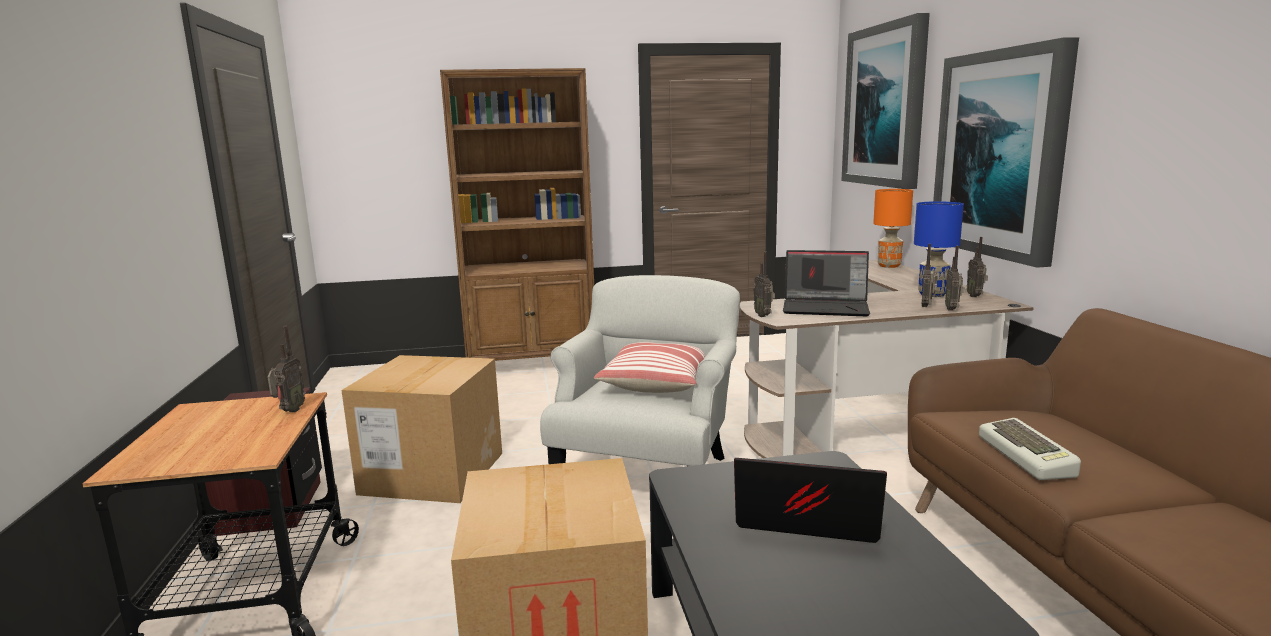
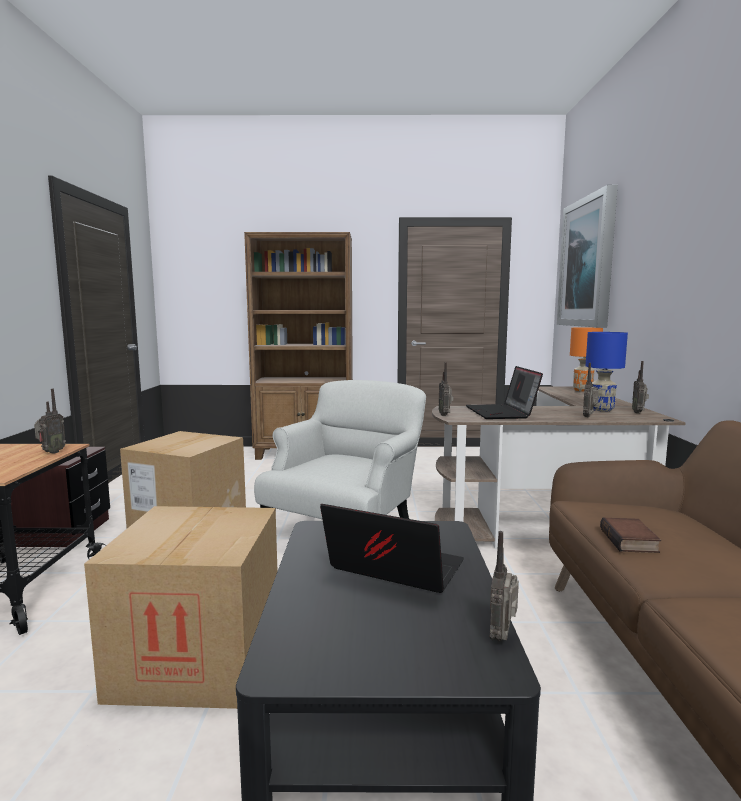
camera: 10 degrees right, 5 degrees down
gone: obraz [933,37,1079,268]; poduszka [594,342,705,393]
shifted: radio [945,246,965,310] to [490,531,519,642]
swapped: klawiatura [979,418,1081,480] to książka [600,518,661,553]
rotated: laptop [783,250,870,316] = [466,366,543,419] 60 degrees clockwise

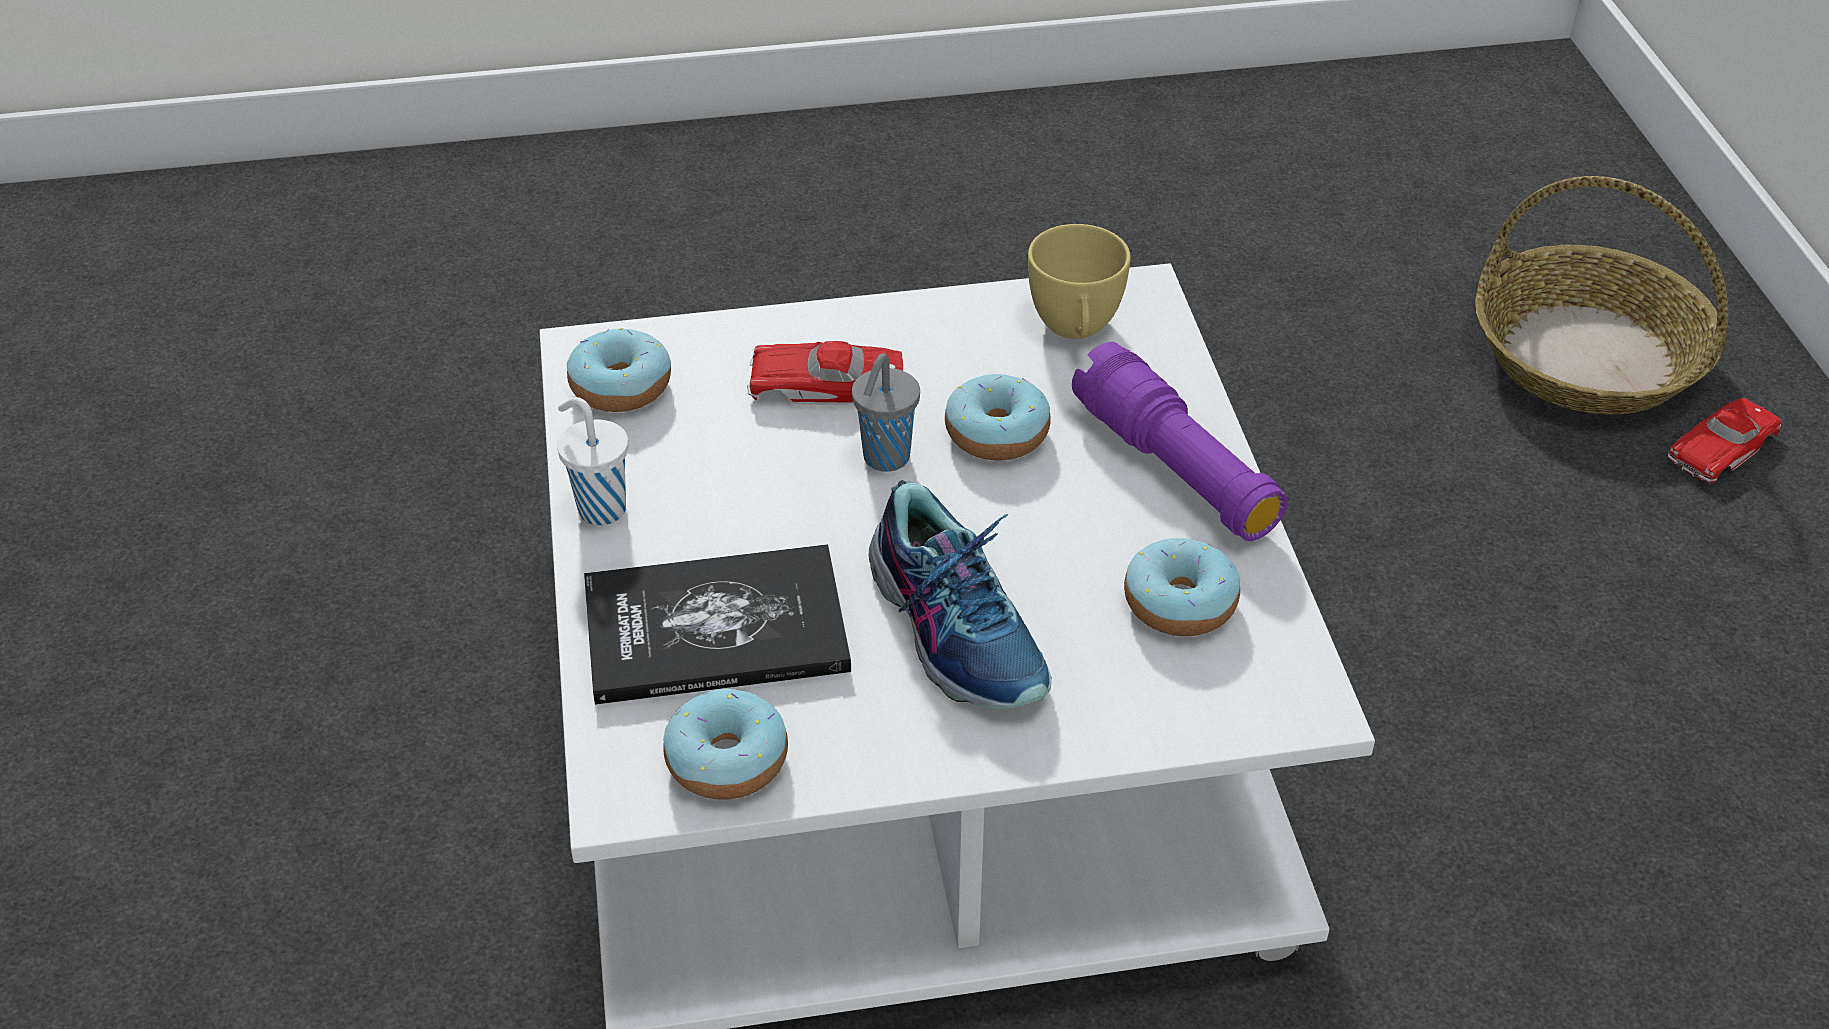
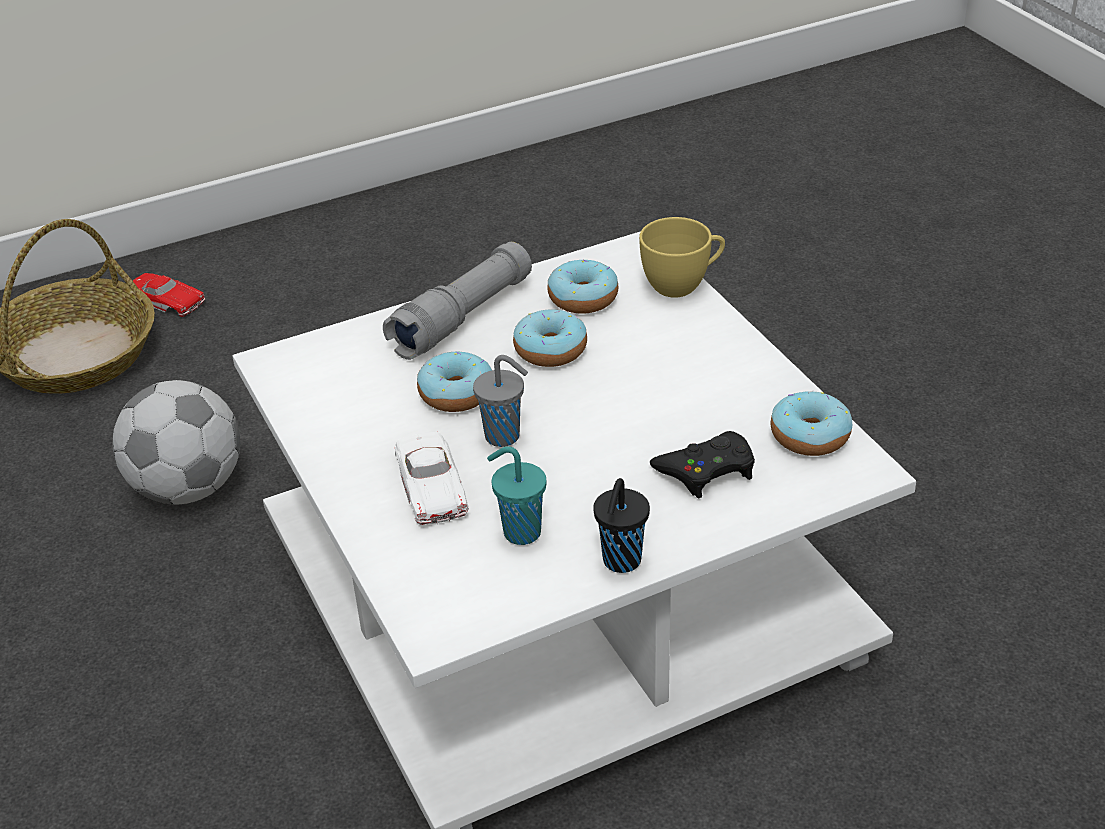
camera: 105 degrees left, 5 degrees down
gone: but [868,480,1052,709]
new: piłka futbolowa [112,380,240,505]; filiżanka [turkusowy] [487,446,546,545]
shifted: filiżanka [żółty] [1028,224,1131,339] to [639,217,725,298]; donut [567,328,671,412] to [513,309,587,367]
swapped: książka [584,544,851,705] to pad do gier [czarny] [650,431,755,498]
repainted: samochodzik [czerwony] [747,341,903,405] to samochodzik [biały] [395,432,469,525]; latarka [fioletowy] [1072,342,1288,541] to latarka [szary] [383,242,532,360]; filiżanka [biały] [557,397,629,525] to filiżanka [czarny] [593,478,650,573]

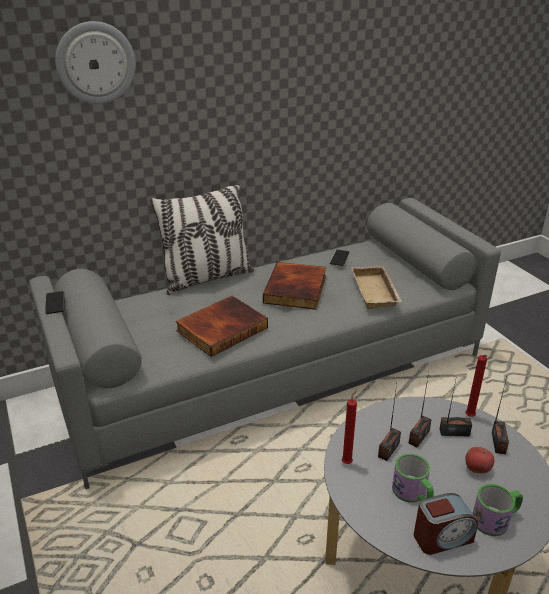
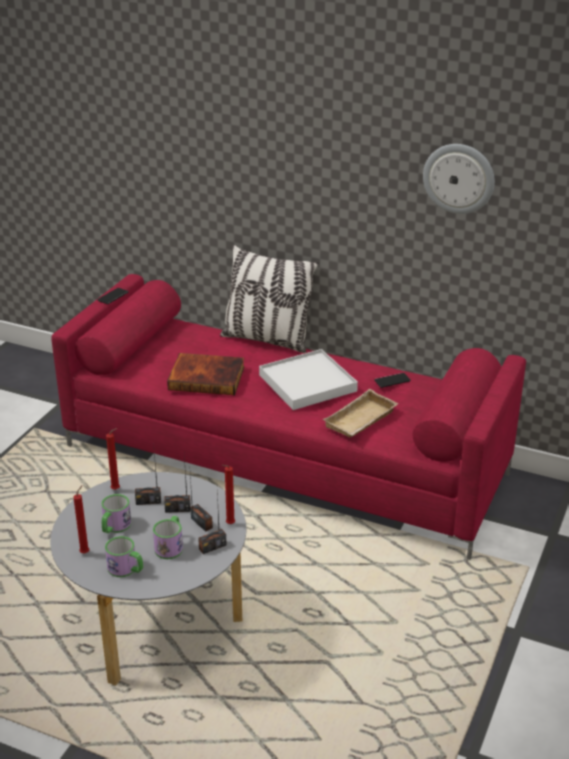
camera: 50 degrees right, 0 degrees up
shifted: zegar ścienny [55,21,136,104] to [423,144,495,214]
swapped: książka [263,262,326,310] to taca [biały] [259,349,358,410]; jabłko [465,447,494,473] to kubek [153,516,183,559]; budzik [414,493,478,555] to świeca [czerwony] [73,485,89,553]
repainted: kanapa [szary] [29,198,501,489] to kanapa [czerwony] [51,274,526,560]

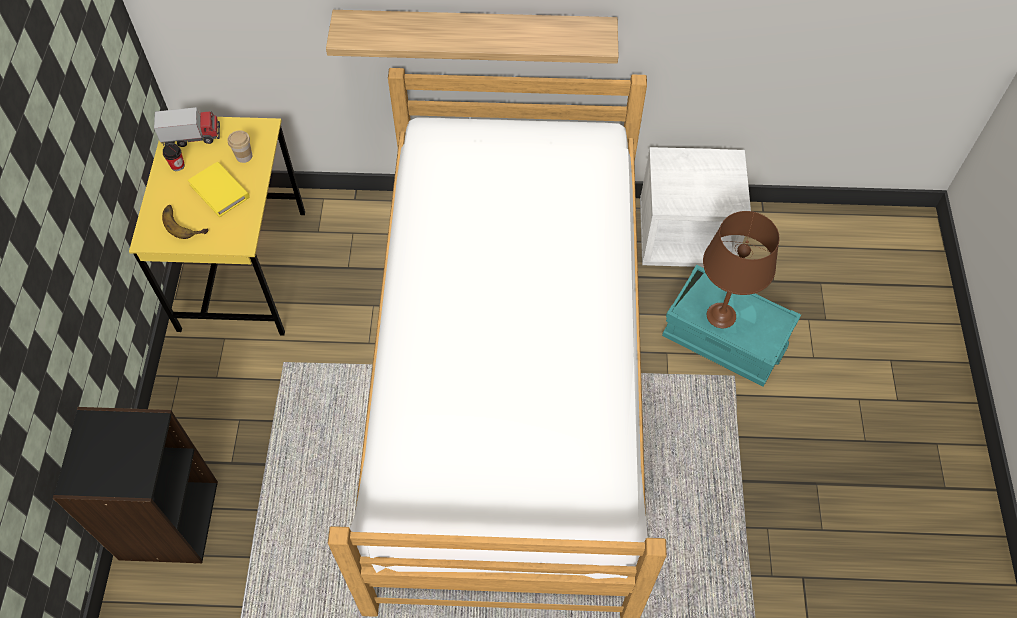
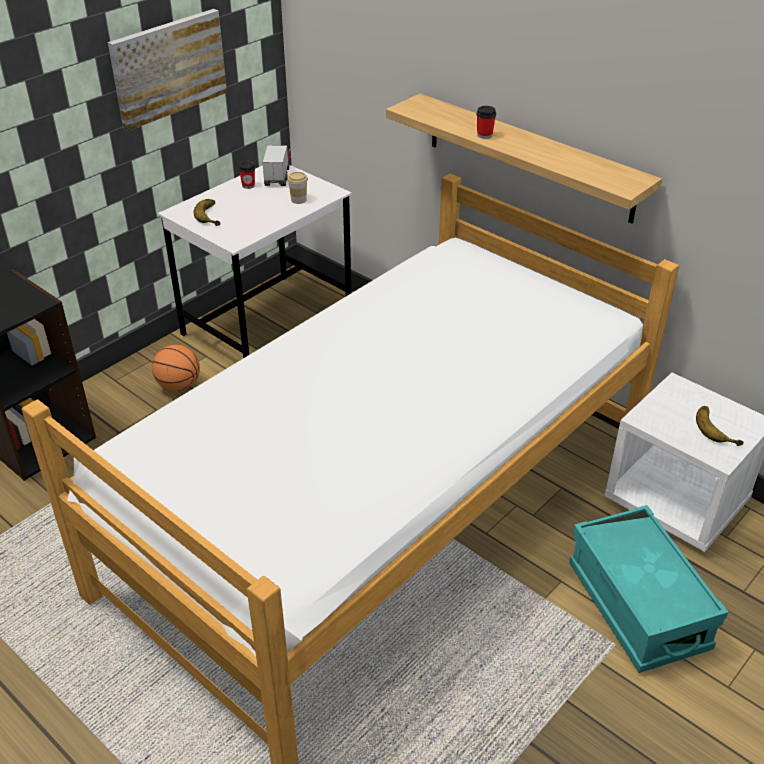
camera: 40 degrees right, 20 degrees down
gone: książka [żółty] [188,162,250,217]; lampa stołowa [brązowy] [703,211,779,328]
new: obraz [108,9,227,131]; filiżanka [476,106,496,139]; piłka do koszykówki [152,345,200,391]; banan [696,406,744,446]
repainted: biurko [żółty] [129,117,305,335] to biurko [biały] [158,165,352,358]
rotated: ciężarówka zabawkowa [154,107,220,147] = [263,145,290,186] 120 degrees counterclockwise

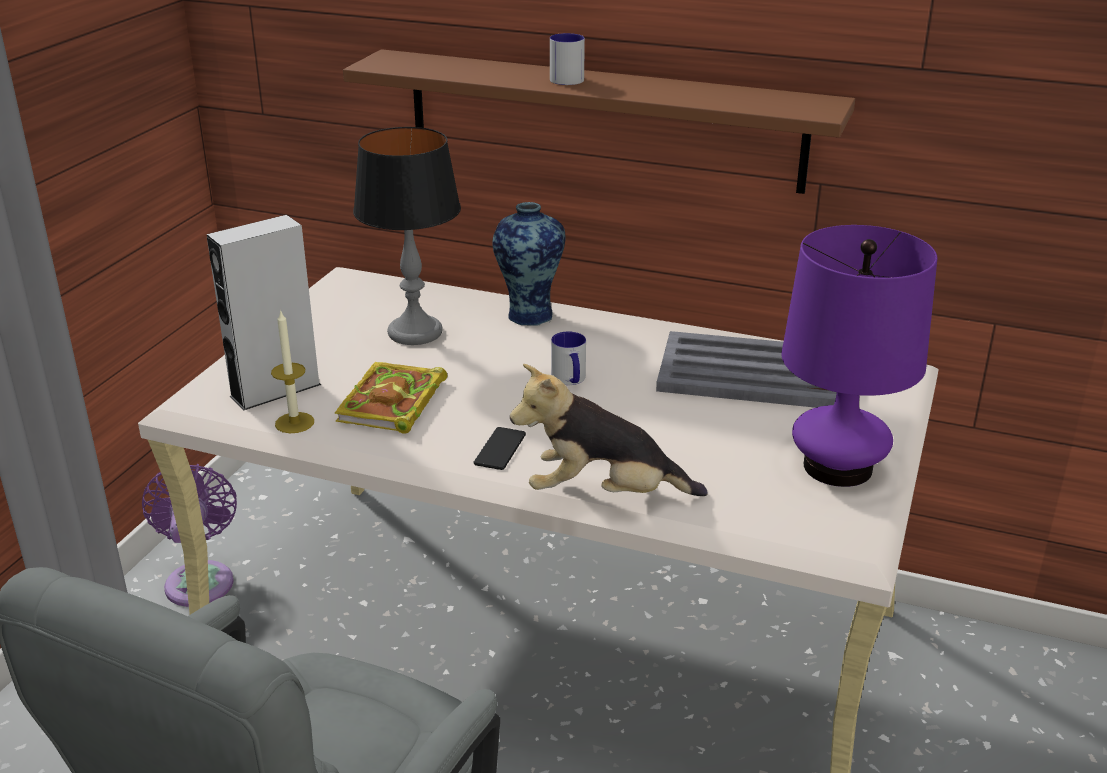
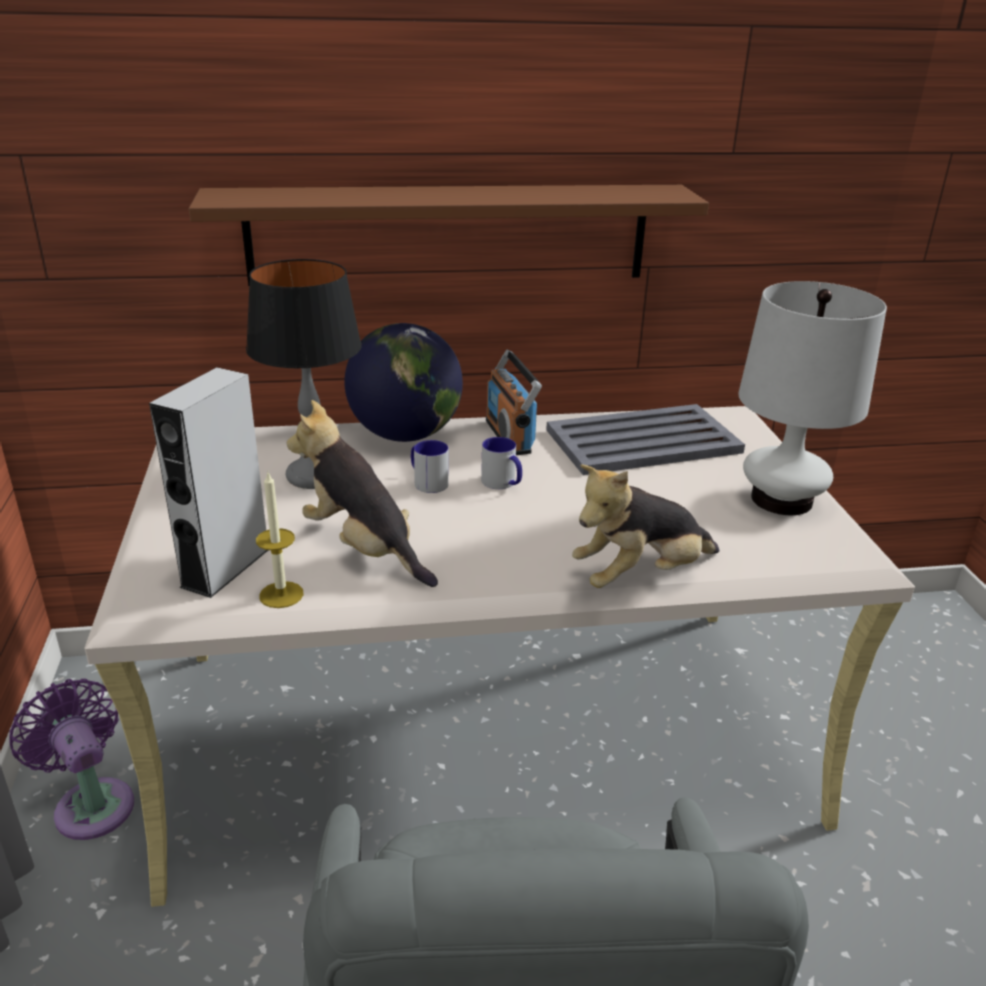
camera: 30 degrees left, 0 degrees up
gone: telefon [474,427,526,470]
new: radio [486,350,542,455]
shifted: kubek [550,33,585,85] to [411,440,449,493]
swapped: wazon [492,202,566,325] to globus [344,323,463,442]; książka [335,362,447,434] to pluszak [287,400,438,587]
repainted: lampa stołowa [fioletowy] [782,225,937,487] to lampa stołowa [biały] [739,281,887,515]

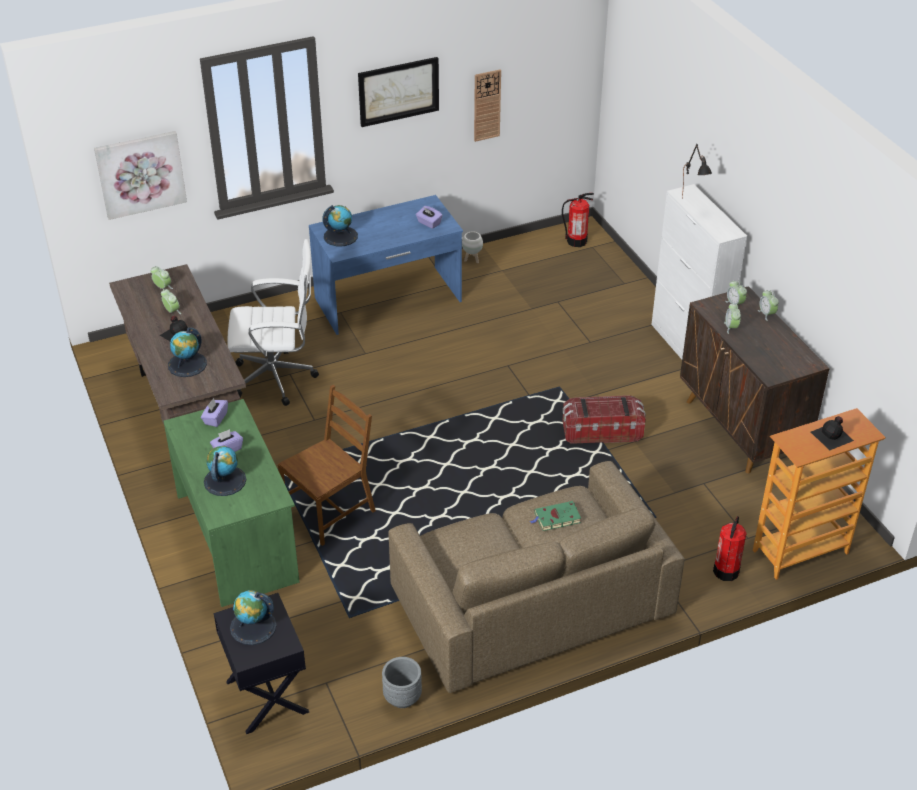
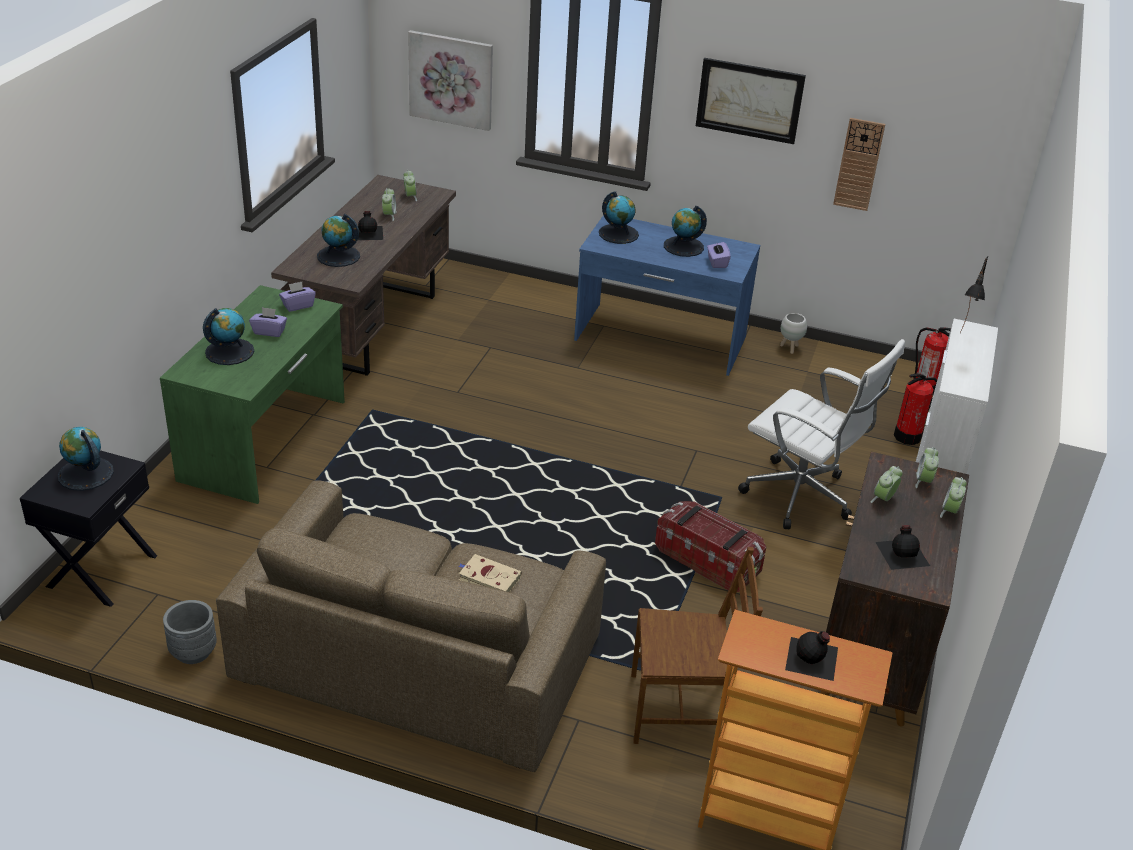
camera: 40 degrees right, 5 degrees down
new: globus [664,206,707,257]; butelka [czarny] [875,525,930,570]
shifted: krzesło biurowe [biały] [228,239,319,406] to [738,339,905,529]; krzesło [brązowy] [278,385,376,546] to [631,547,763,744]; gaśnica [713,516,747,581] to [894,374,937,445]
repainted: książka [zielony] [530,501,581,531] to książka [beżowy] [458,554,522,592]

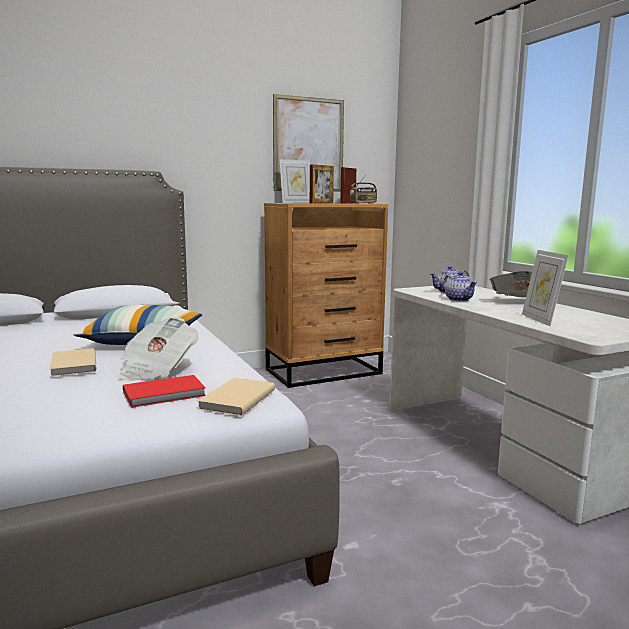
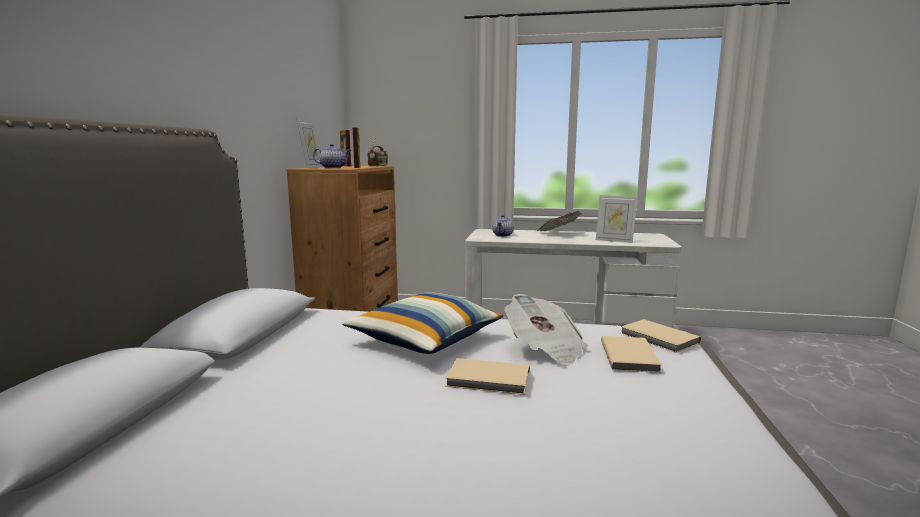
camera: 55 degrees left, 0 degrees up
gone: obraz [273,94,344,192]
shifted: imbryk [444,272,477,301] to [313,144,351,168]
repainted: książka [czerwony] [123,375,206,408] to książka [beżowy] [601,336,662,373]

